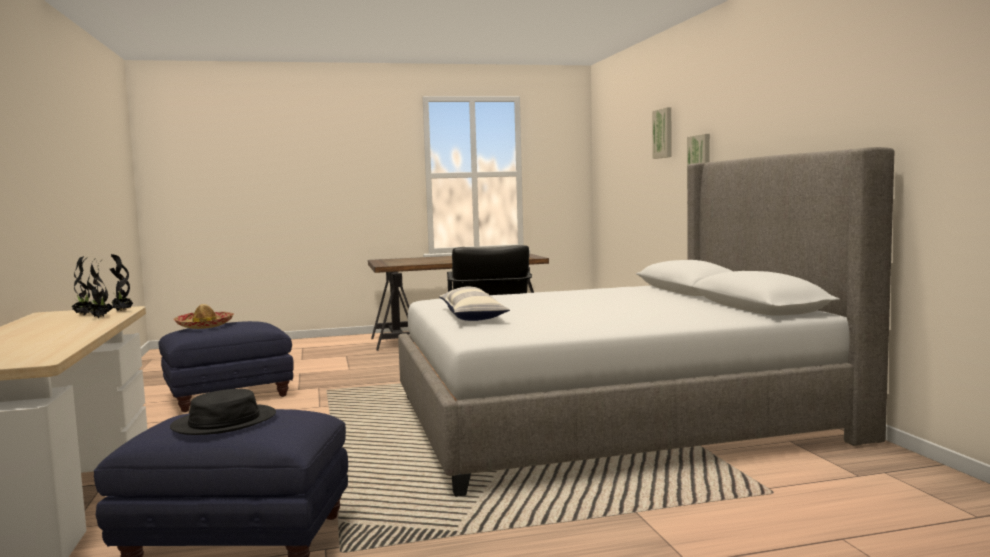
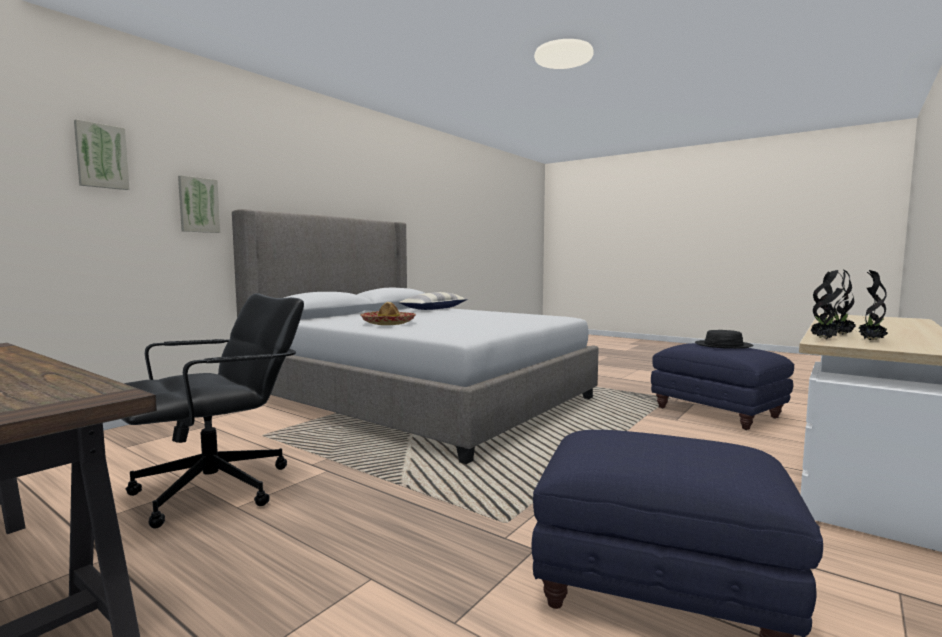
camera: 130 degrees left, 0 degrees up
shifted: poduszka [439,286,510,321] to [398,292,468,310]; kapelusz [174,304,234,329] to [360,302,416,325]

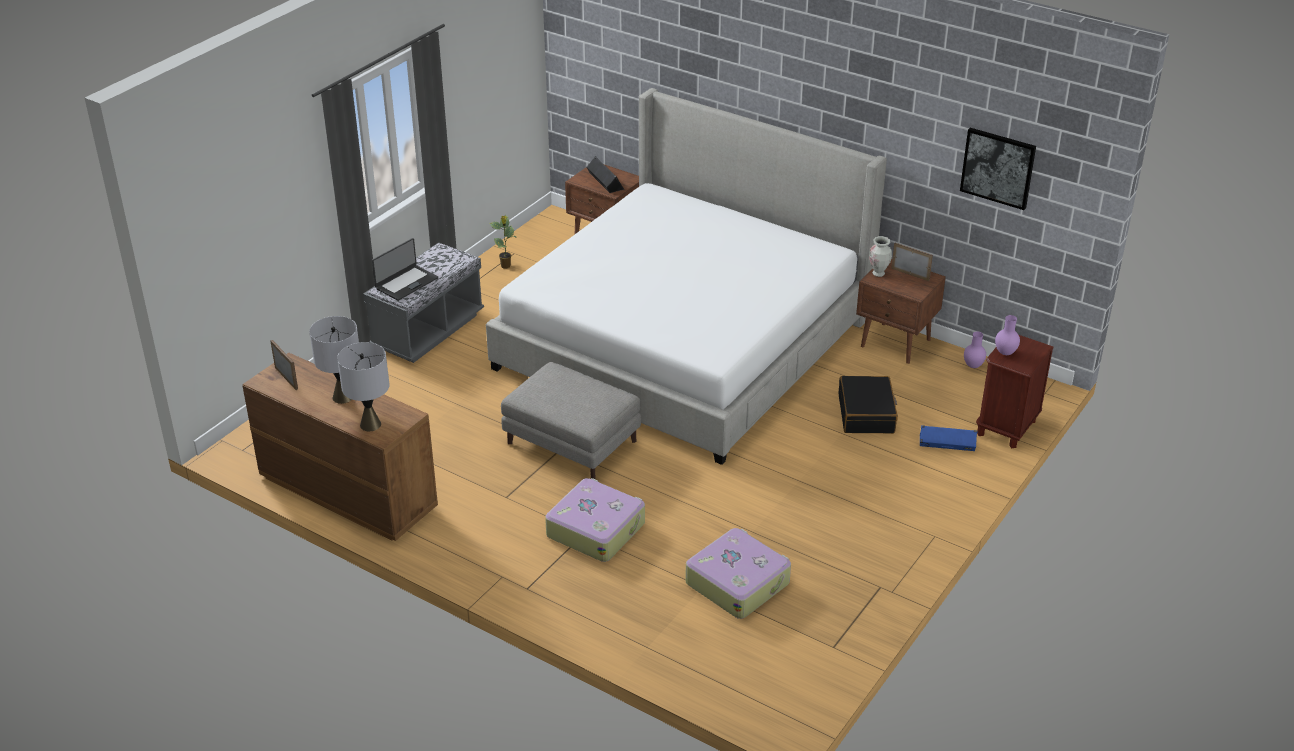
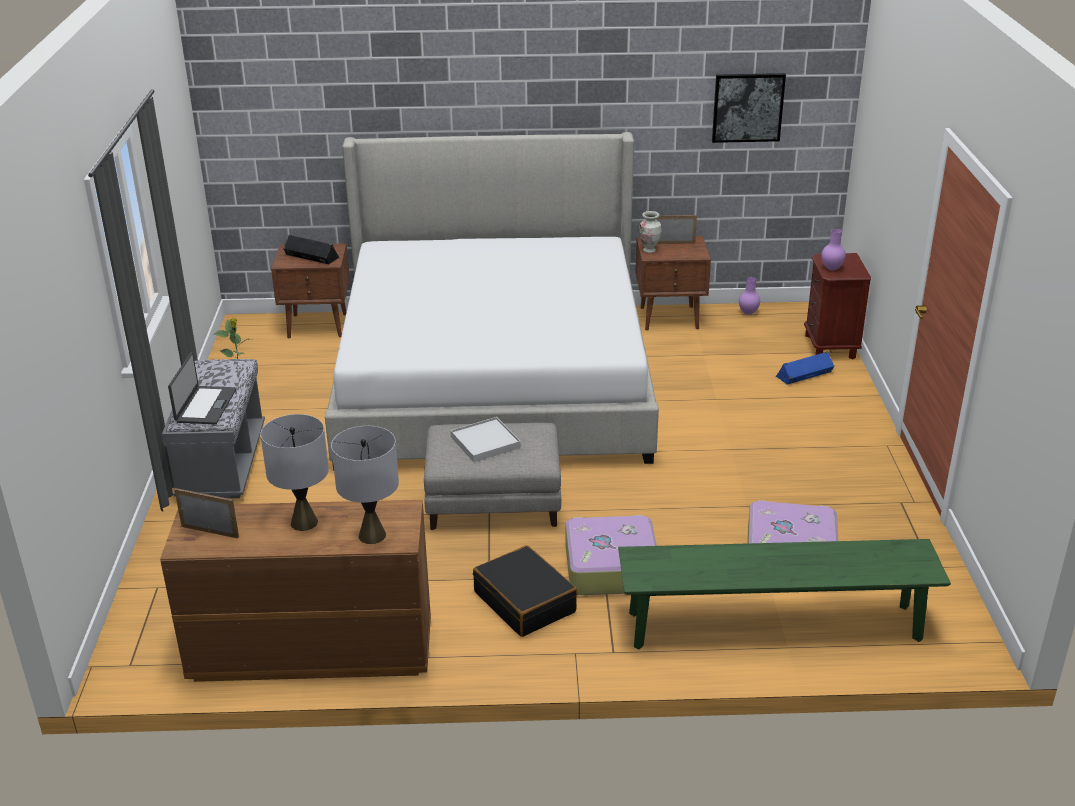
camera: 35 degrees left, 5 degrees down
new: taca [biały] [450,417,521,462]; ławka [zielony] [618,539,951,650]
shifted: walizka [czarny] [839,376,898,434] to [473,545,578,637]

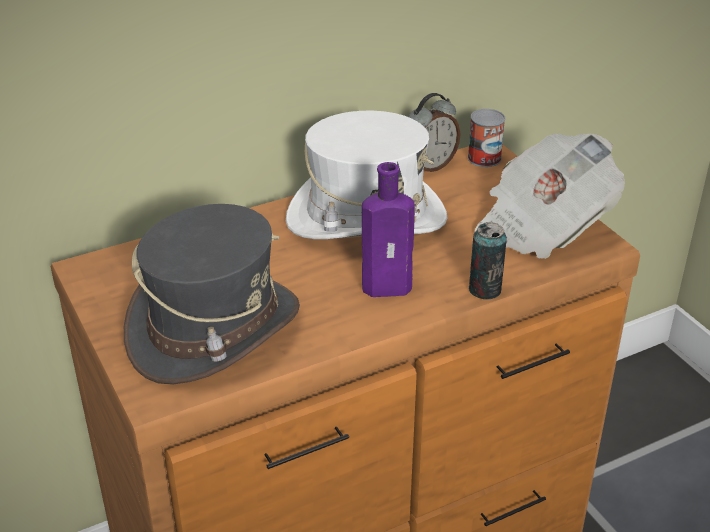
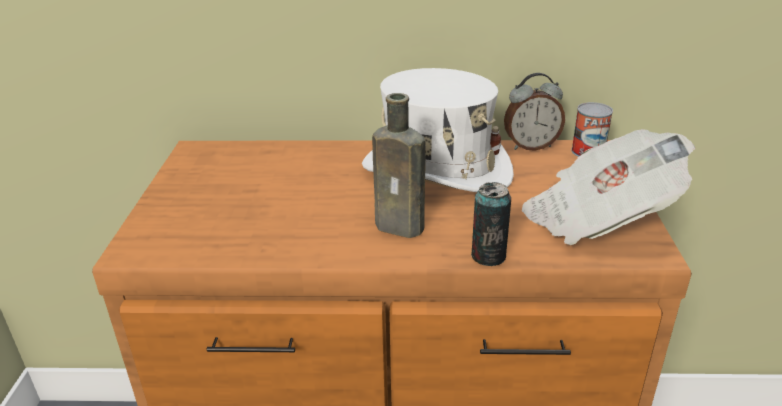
camera: 30 degrees right, 5 degrees down
gone: kapelusz [szary] [124,204,300,385]
repainted: butelka [fioletowy] [362,162,415,297] to butelka [brązowy] [372,93,426,238]

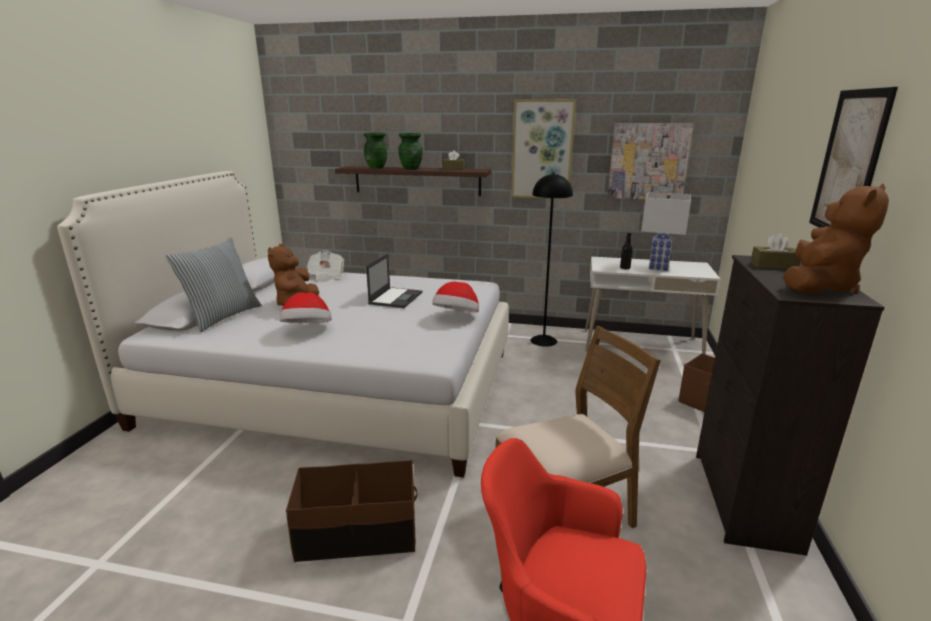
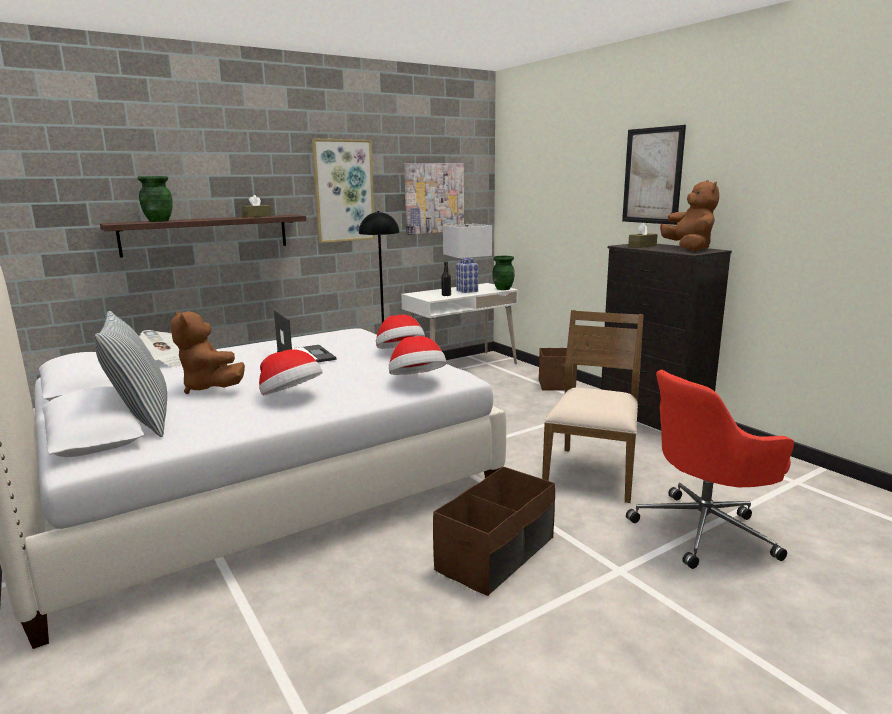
camera: 45 degrees left, 5 degrees down
new: kapelusz [389,336,446,375]
shifted: wazon [zielony] [399,133,423,170] to [492,256,515,290]

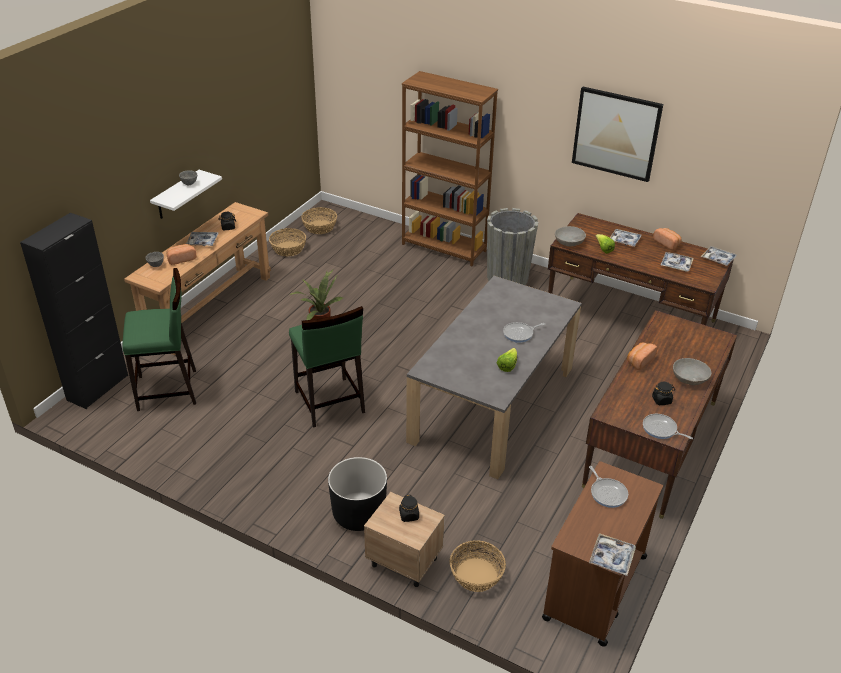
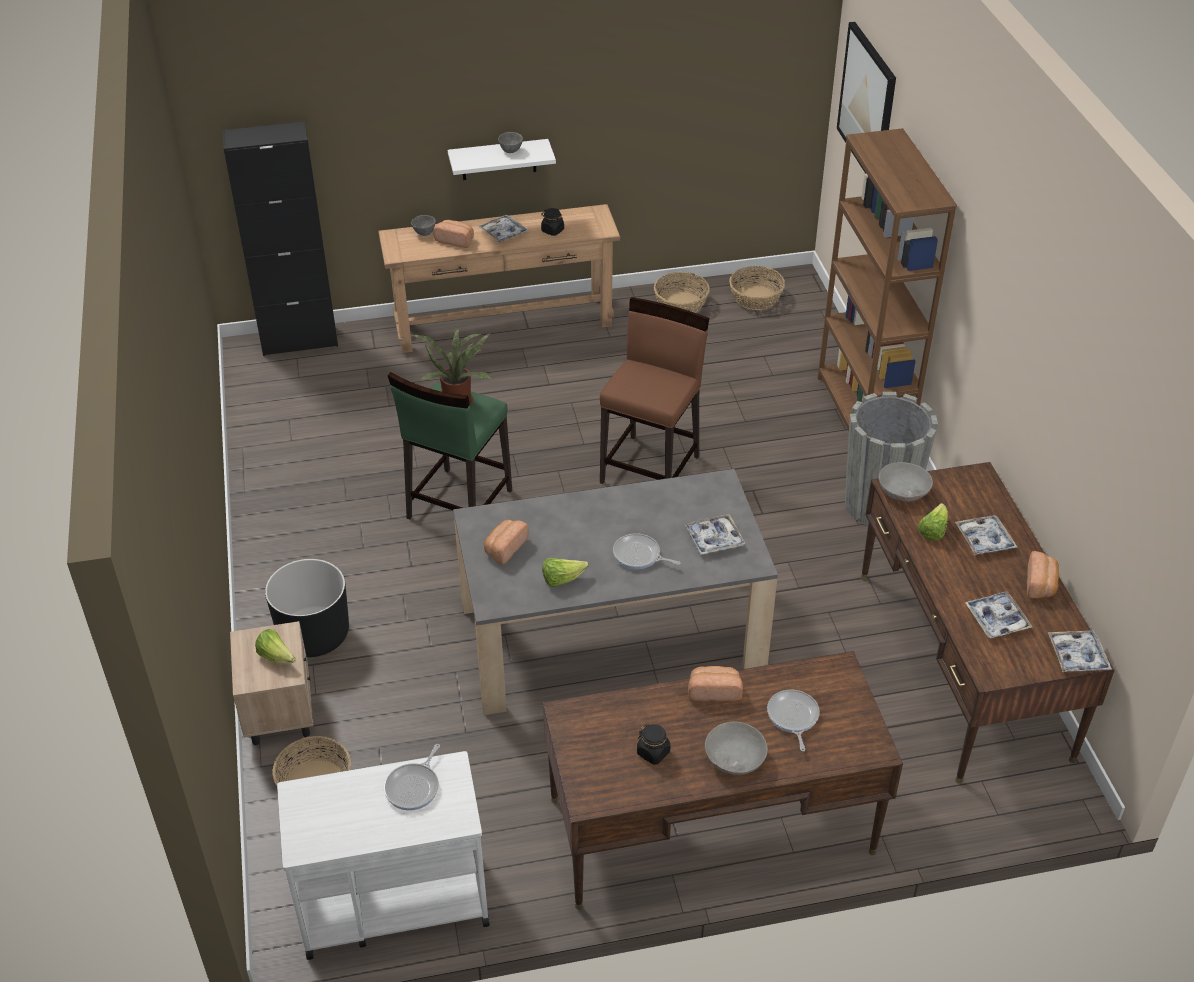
camera: 50 degrees right, 5 degrees up
gone: stołek [zielony] [122,268,196,411]
new: stołek [brązowy] [600,297,709,484]; chleb [484,520,528,565]
shifted: obraz [572,87,663,182] to [837,22,896,174]; patelnia [643,414,693,439] to [767,690,820,751]; taca [589,533,636,576] to [685,514,746,555]
swapped: słoik [czarny] [399,495,419,522] to sałata [255,629,296,664]
repainted: wózek [brązowy] [542,461,663,646] to wózek [biały] [277,751,490,960]

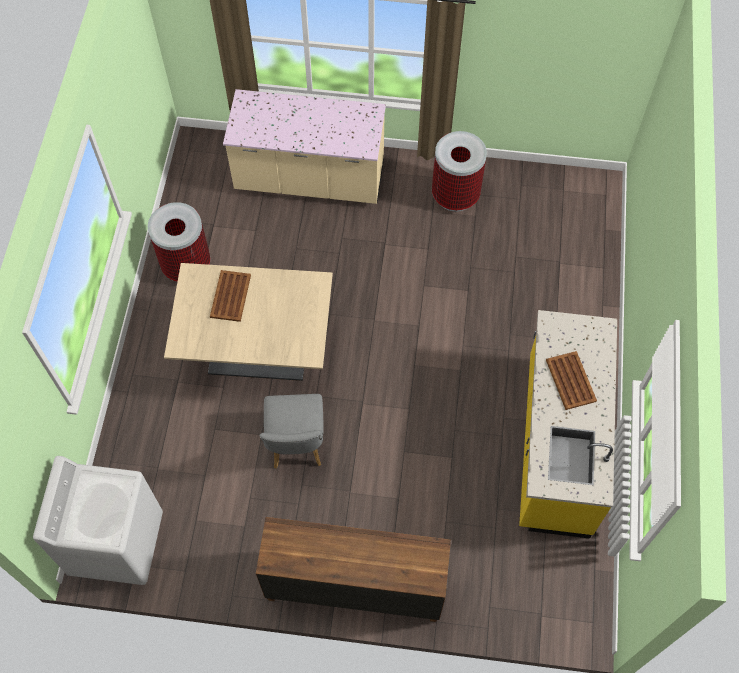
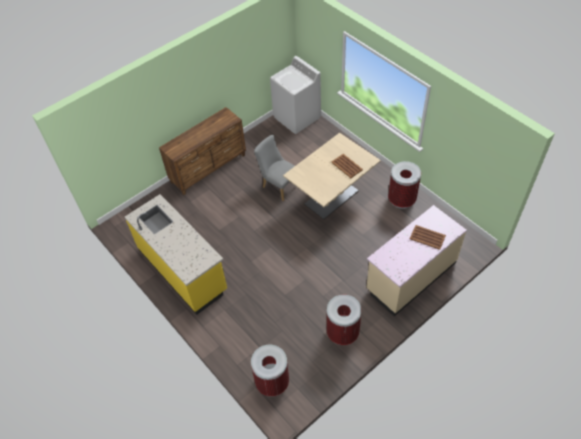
camera: 135 degrees right, 10 degrees down
new: kosz na śmieci [251,344,289,396]
shifted: taca [brązowy] [546,351,597,410] to [410,225,446,250]

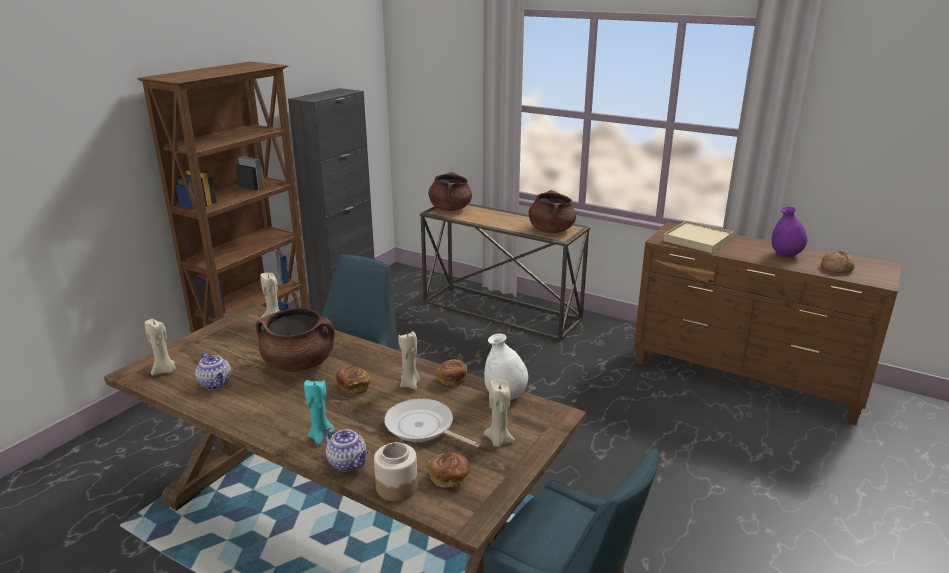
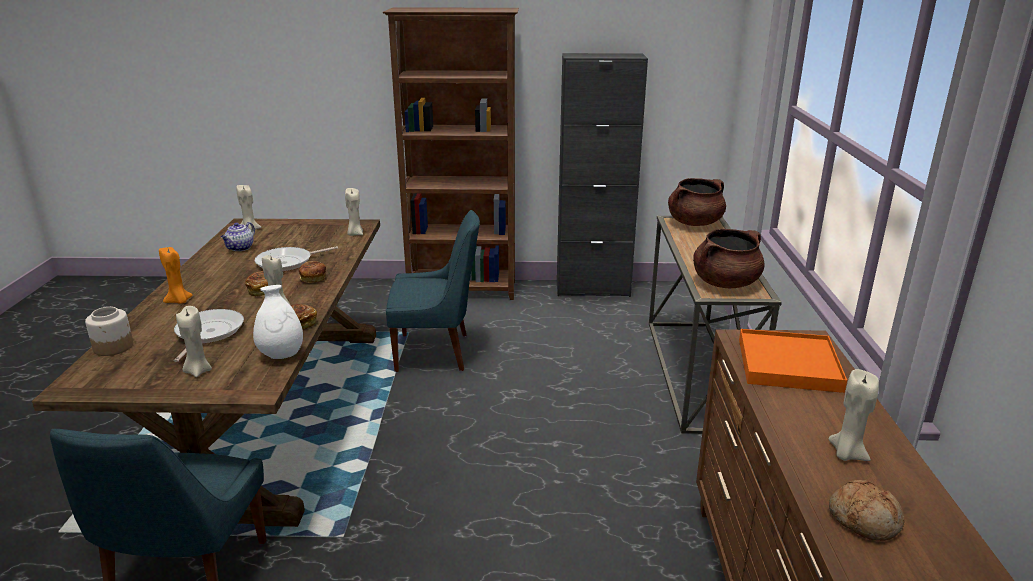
camera: 60 degrees right, 0 degrees up
gone: imbryk [324,427,368,471]
shifted: chleb [427,452,471,487] to [299,261,326,283]
swapped: wazon [fioletowy] [771,207,807,257] to świeca [beżowy] [829,369,879,461]; garnek [brązowy] [256,308,335,372] to patelnia [255,246,338,271]
repainted: taca [beżowy] [663,221,734,253] to taca [pomarańczowy] [739,329,847,393]; świeca [turkusowy] [304,380,334,445] to świeca [pomarańczowy] [159,247,193,304]

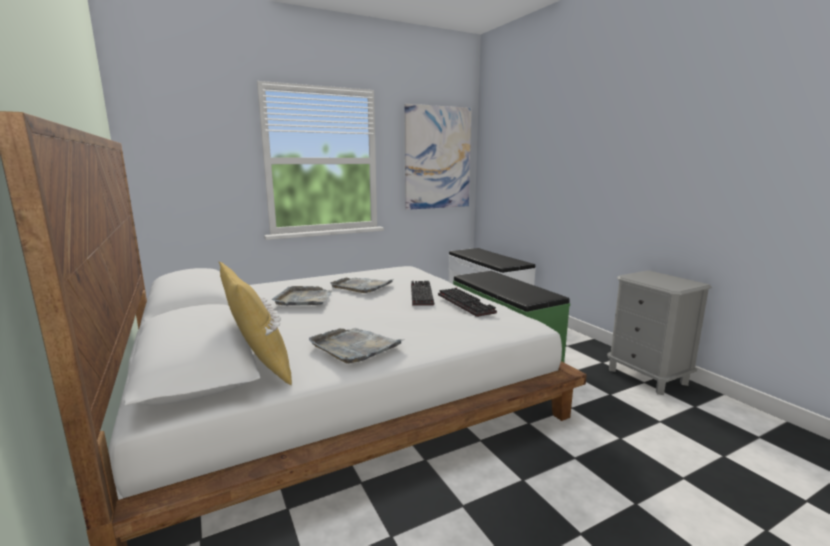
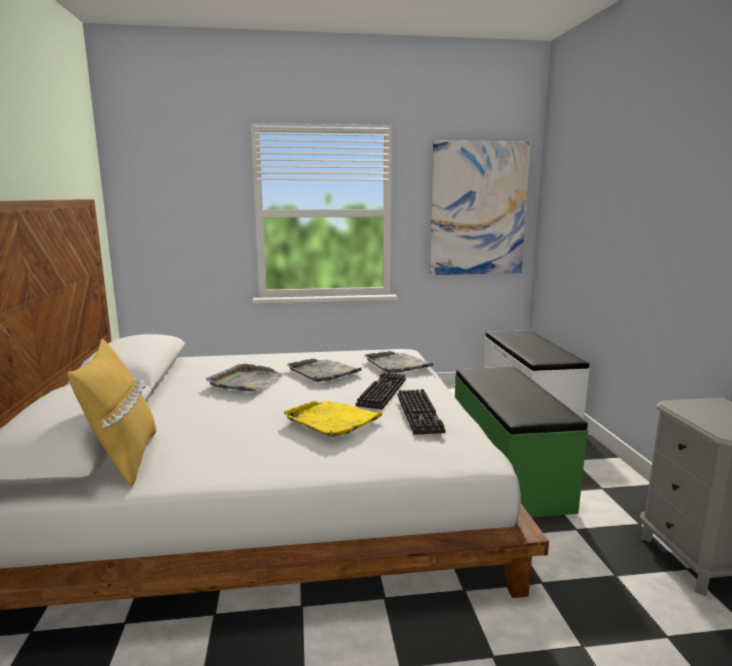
camera: 20 degrees right, 0 degrees up
new: taca [żółty] [284,401,384,437]
shifted: taca [szary] [309,328,403,364] to [364,351,434,373]

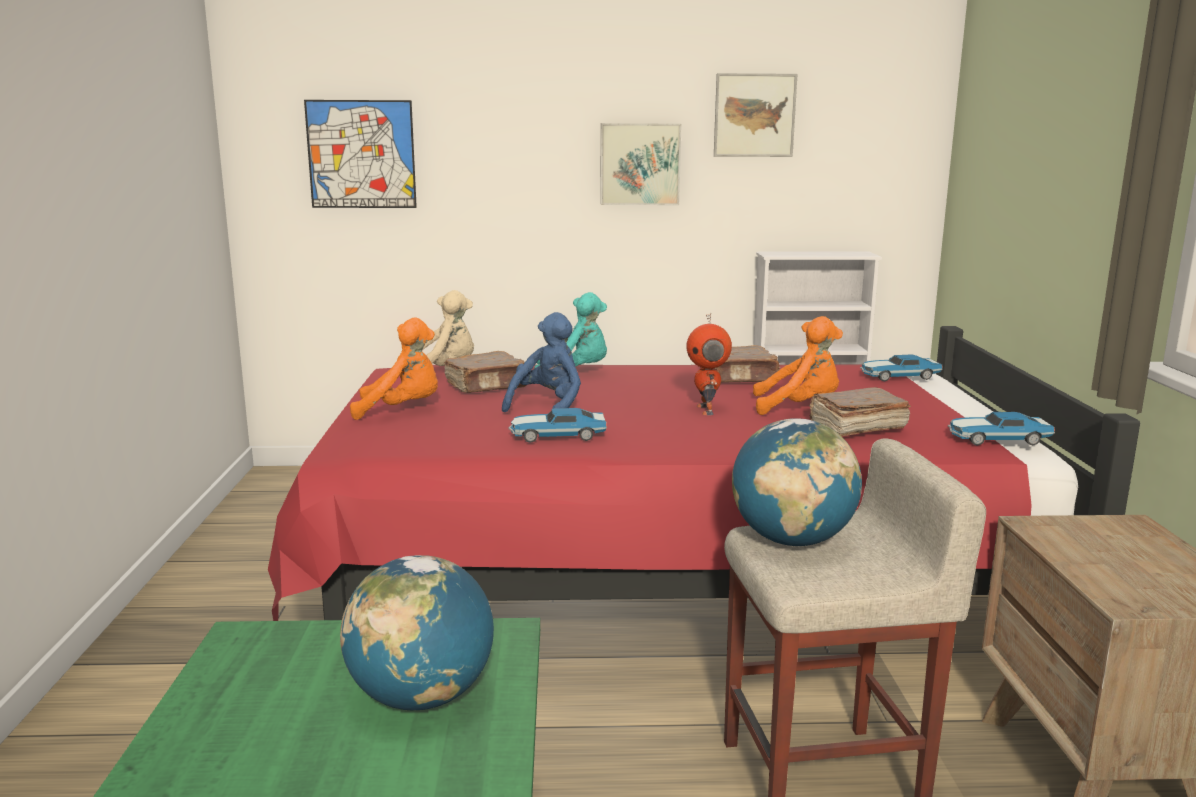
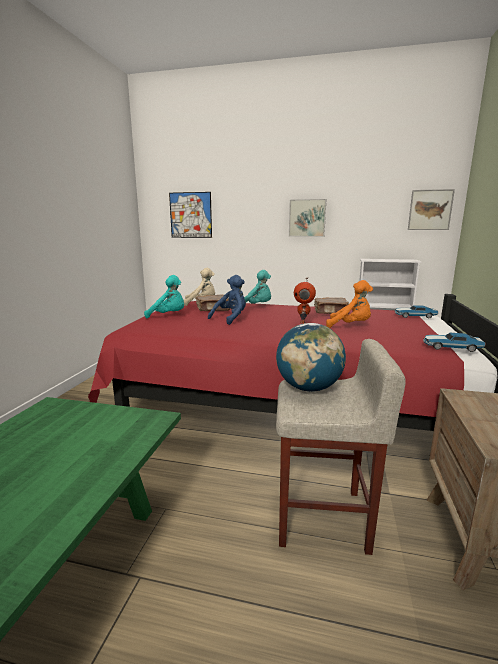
camera: 15 degrees right, 0 degrees up
gone: książka [brązowy] [809,387,911,437]; samochodzik [508,408,607,443]; globus [340,555,494,710]
shifted: obraz [714,73,798,157] to [408,189,455,230]
repainted: pluszak [pomarańczowy] [350,318,438,420] to pluszak [turkusowy] [144,275,184,318]

